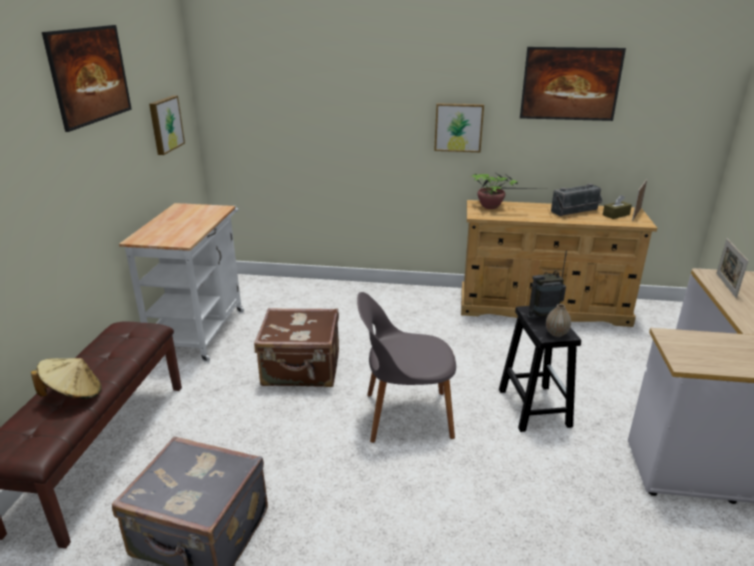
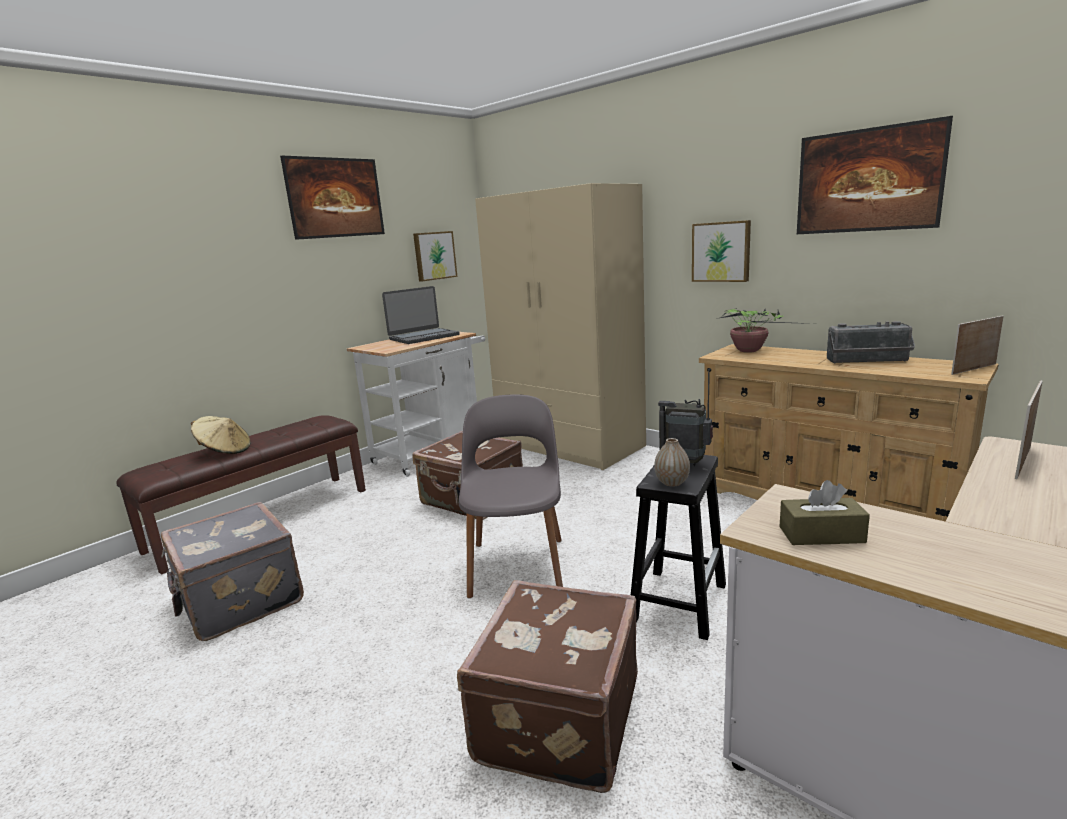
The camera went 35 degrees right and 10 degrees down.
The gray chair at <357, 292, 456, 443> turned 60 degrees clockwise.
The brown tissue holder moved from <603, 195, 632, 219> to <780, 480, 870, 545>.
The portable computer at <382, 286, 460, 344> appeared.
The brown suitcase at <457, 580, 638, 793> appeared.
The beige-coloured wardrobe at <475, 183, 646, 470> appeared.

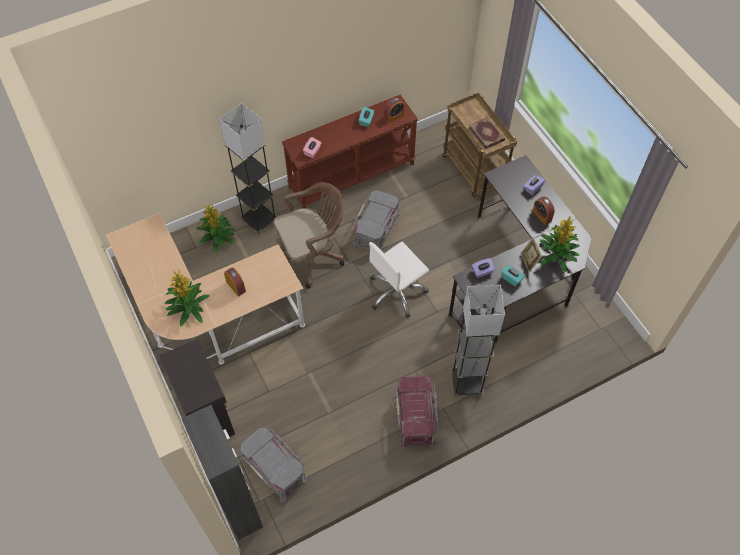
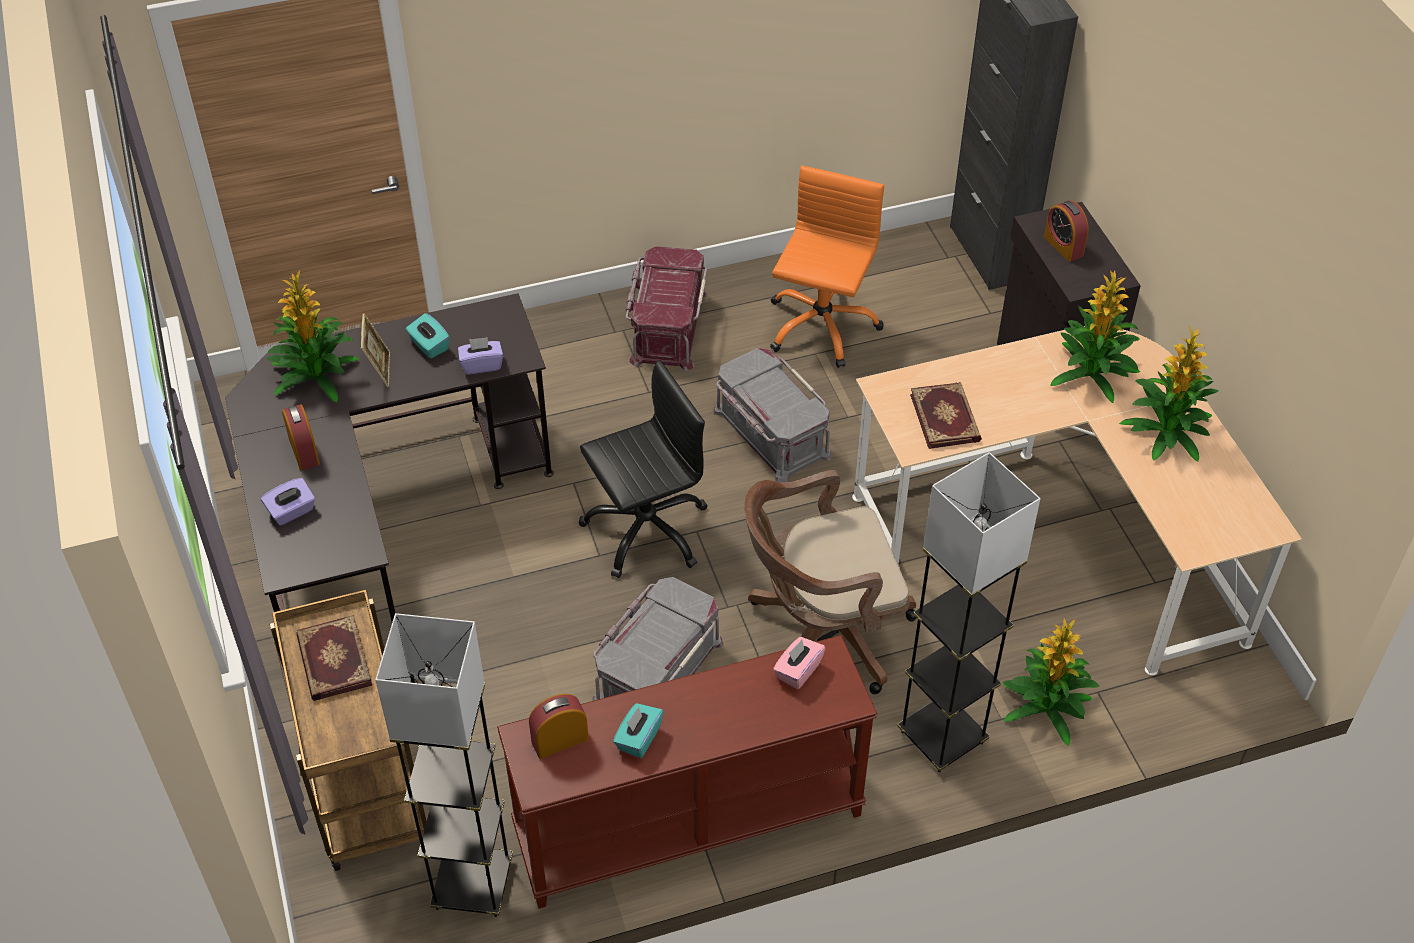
The camera went 170 degrees left and 10 degrees down.
The alarm clock moved from <224, 267, 246, 297> to <1044, 200, 1089, 262>.
The gray storage container moved from <240, 428, 308, 503> to <713, 348, 832, 482>.
The white office chair at <369, 241, 429, 318> became the black-coloured office chair at <579, 360, 708, 578>.
The gray floor lamp moved from <451, 285, 505, 396> to <375, 613, 513, 917>.
The orangey office chair at <770, 166, 884, 368> appeared.
The book at <910, 382, 982, 449> appeared.
The houseplant at <1119, 326, 1219, 462> appeared.

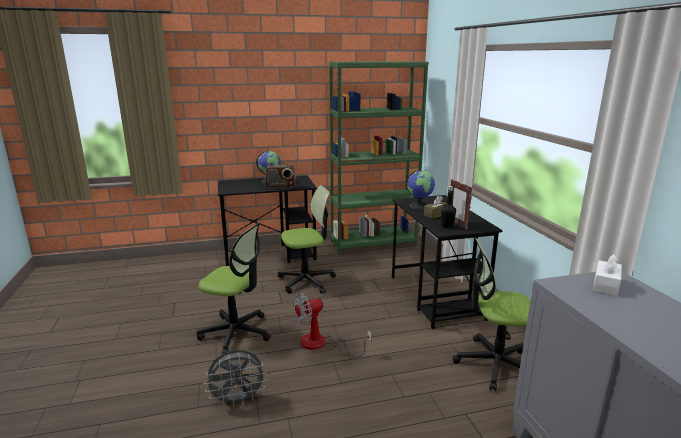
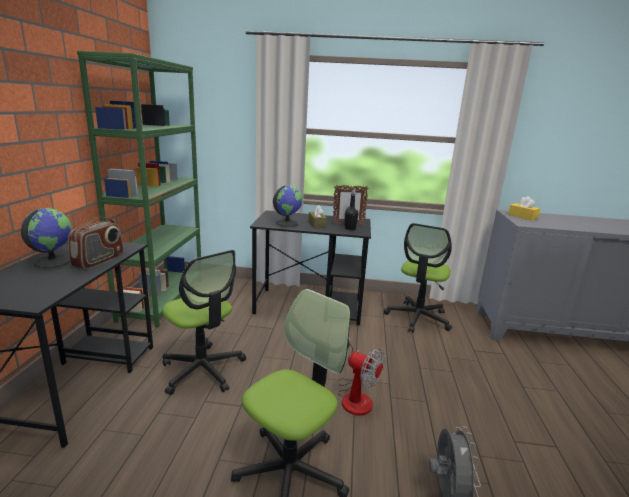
The camera went 70 degrees left and 0 degrees up.
The office chair at <278, 185, 336, 294> turned 135 degrees clockwise.
The electric fan at <293, 293, 372, 357> turned 45 degrees counterclockwise.
The white tissue holder at <593, 254, 622, 296> became the yellow tissue holder at <508, 196, 540, 220>.

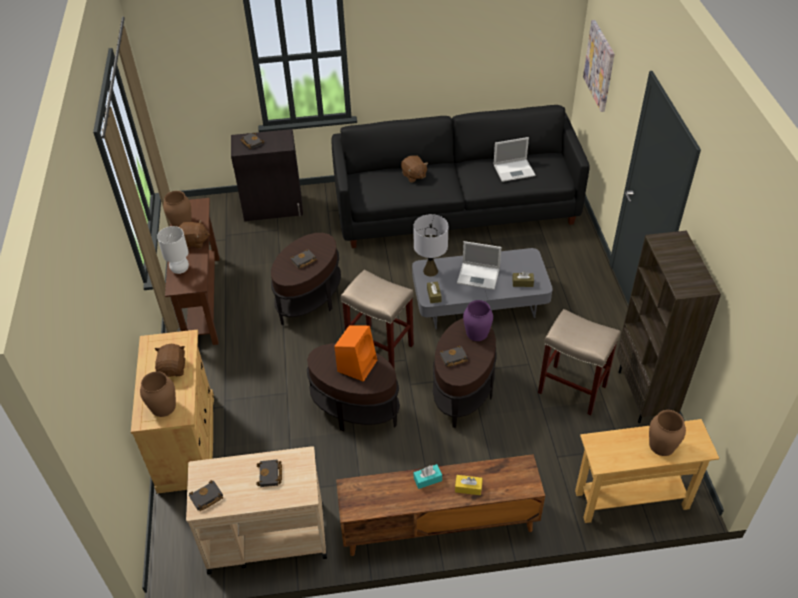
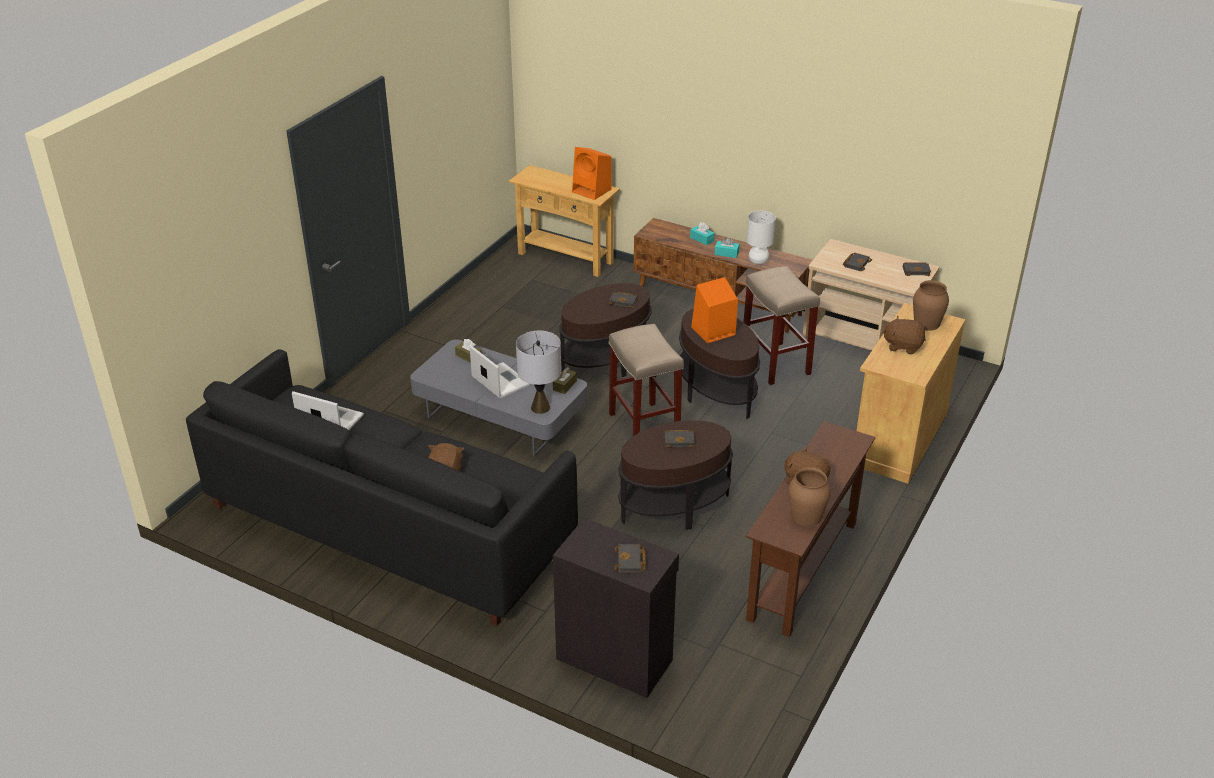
The camera went 145 degrees left and 10 degrees down.
The brown cuddly toy at <154, 344, 185, 377> turned 75 degrees clockwise.
The white lamp for a table moved from <157, 226, 189, 274> to <746, 211, 776, 265>.
The yellow tissue holder at <455, 475, 482, 495> became the turquoise-coloured tissue holder at <690, 222, 715, 245>.
The purple flower vase at <463, 300, 493, 341> disappeared.
The beige-coloured stool seat moved from <538, 309, 621, 415> to <743, 266, 820, 385>.
The picture at <583, 20, 615, 112> disappeared.
The brown bookcase at <617, 230, 721, 423> disappeared.
The brown flower vase at <649, 410, 686, 456> disappeared.
The orangey speaker at <572, 147, 612, 200> appeared.

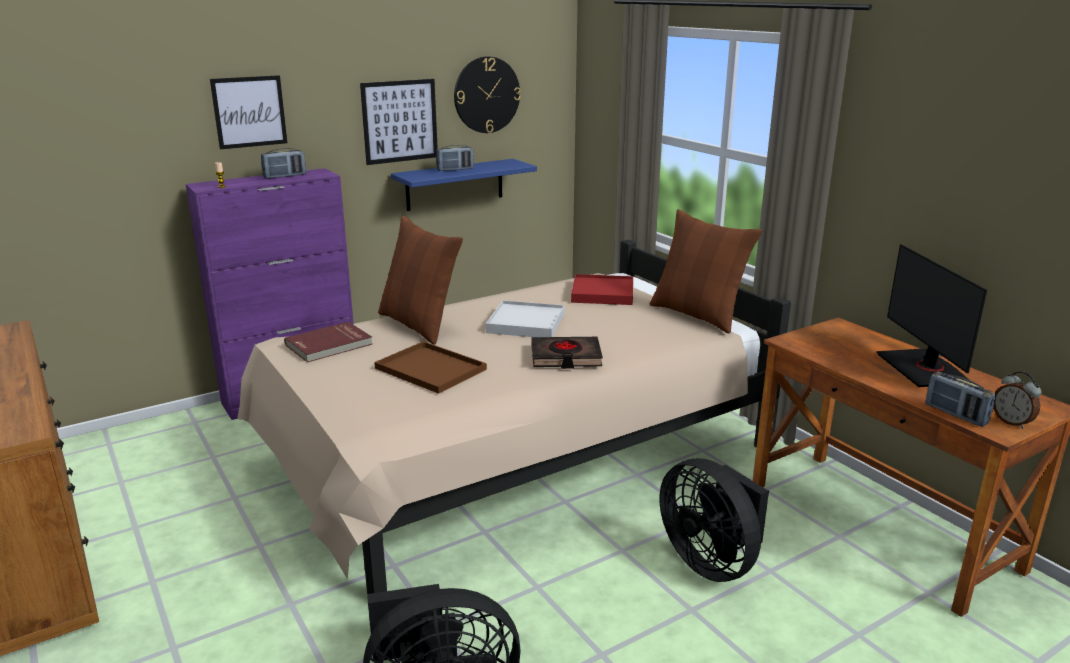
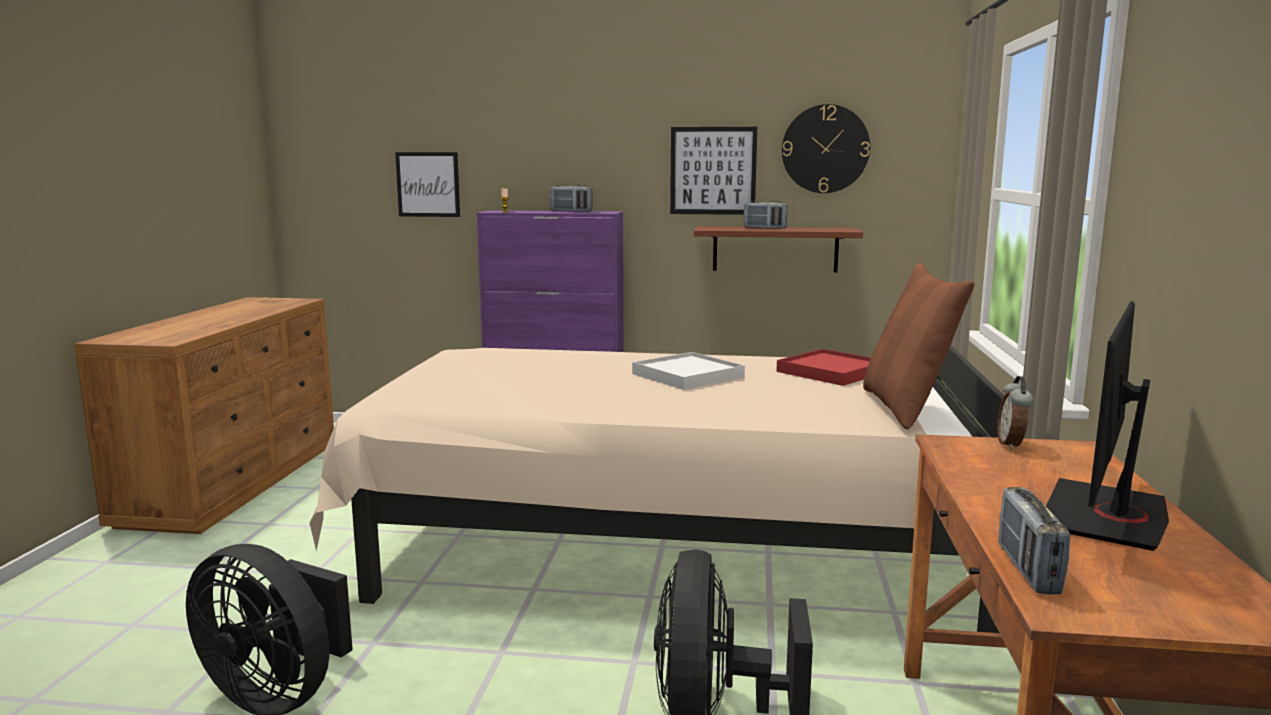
The camera went 40 degrees right and 10 degrees down.
The picture moved from <210, 75, 287, 149> to <395, 152, 460, 217>.
The red book at <284, 322, 372, 362> disappeared.
The brown carrying tray at <374, 341, 487, 394> disappeared.
The brown pillow at <378, 216, 463, 345> disappeared.
The blue-coloured bracket shelf at <391, 159, 537, 211> became the brown bracket shelf at <694, 226, 863, 273>.
The black-coloured book at <531, 337, 603, 369> disappeared.
The alarm clock moved from <993, 371, 1042, 429> to <998, 376, 1033, 450>.

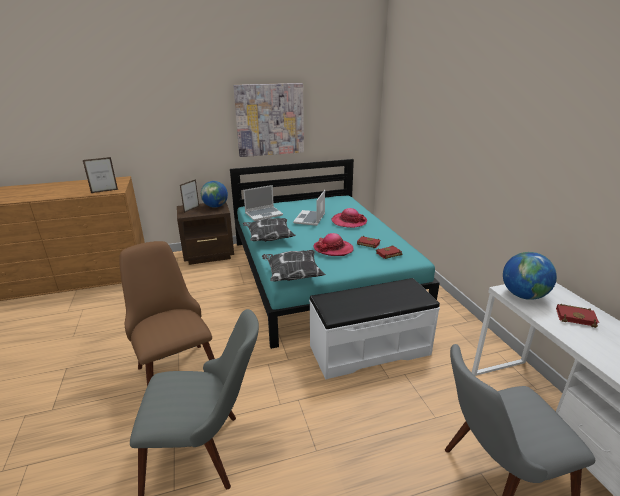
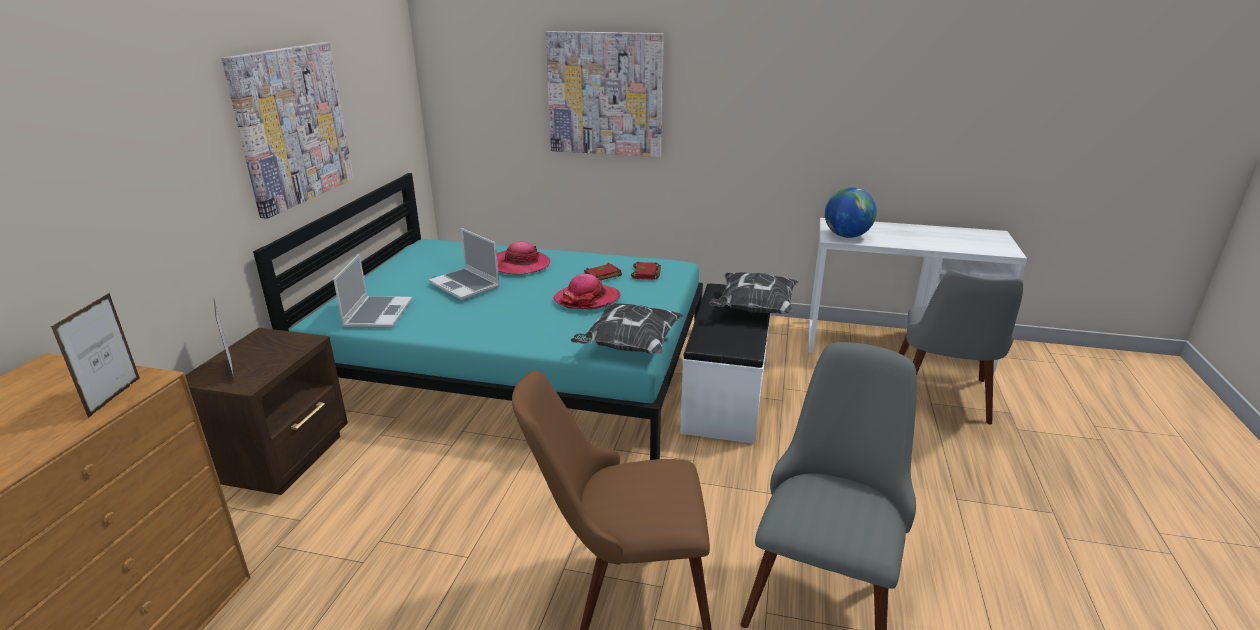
The camera went 60 degrees left and 0 degrees up.
The desk globe at <201, 181, 228, 208> disappeared.
The pillow moved from <243, 218, 296, 242> to <709, 273, 798, 314>.
The red book at <556, 304, 599, 328> disappeared.
The picture at <545, 31, 664, 157> appeared.

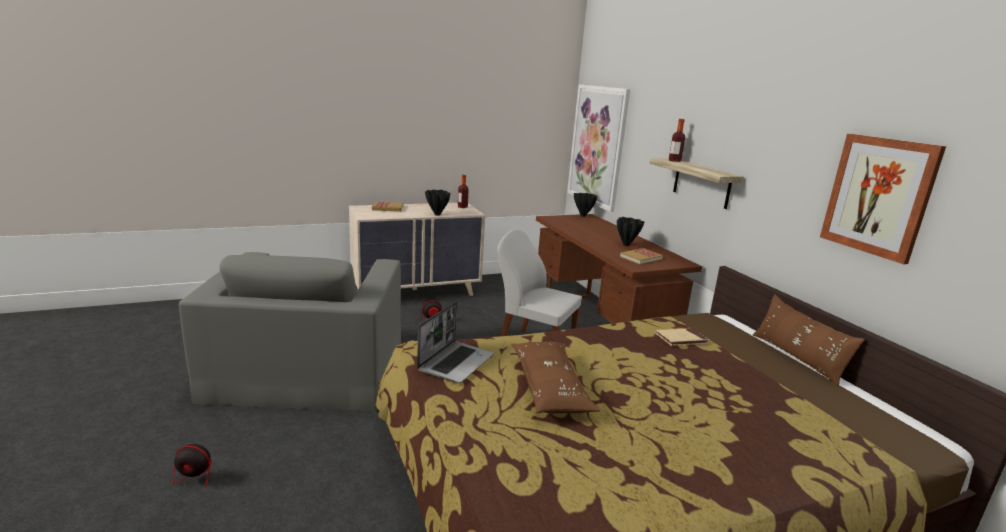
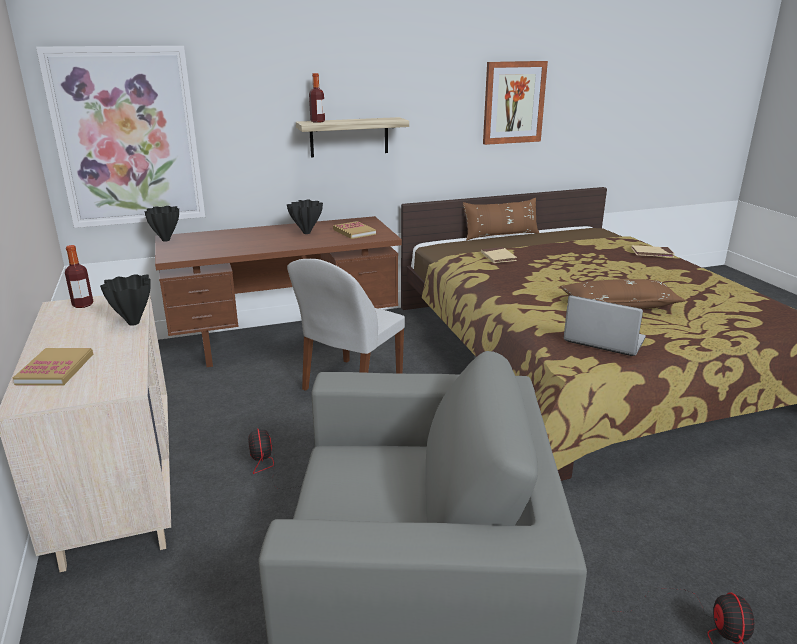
The camera went 85 degrees left and 5 degrees up.
The beige-coloured book at <631, 245, 675, 257> appeared.

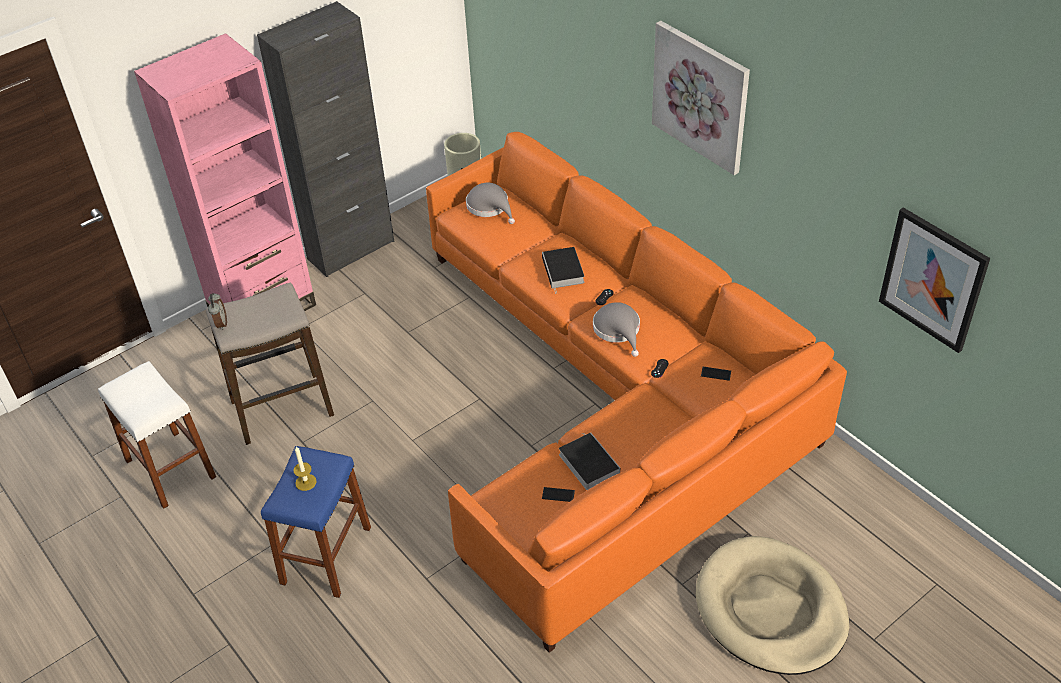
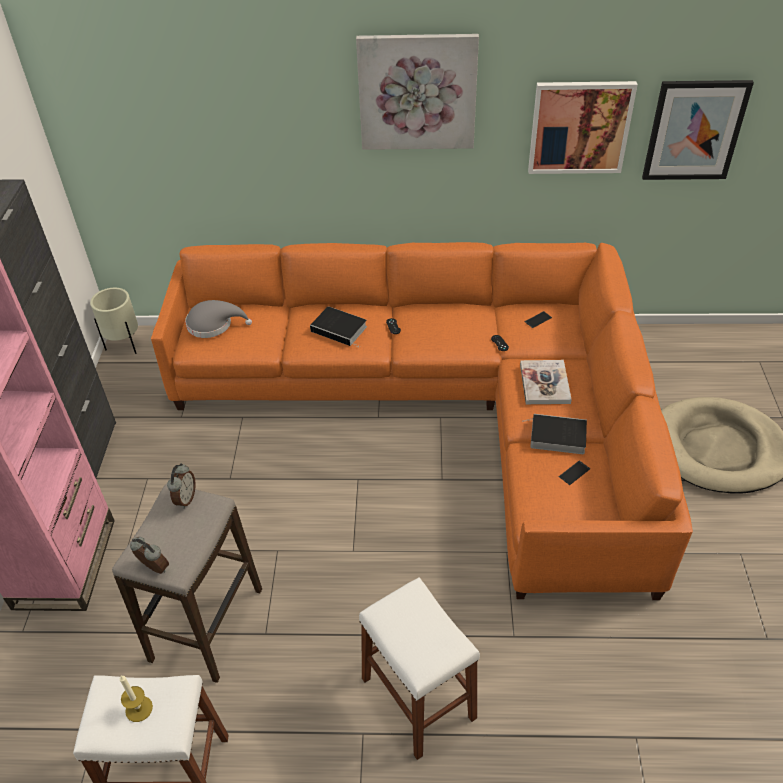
The camera went 50 degrees left and 0 degrees up.
The blue-coloured stool seat at <261, 446, 371, 598> became the white stool seat at <359, 577, 480, 760>.
The candle moved from <293, 446, 317, 491> to <120, 676, 153, 722>.
The gray wearable hat at <593, 302, 640, 357> disappeared.
The alarm clock at <167, 463, 196, 508> appeared.
The book at <520, 360, 572, 404> appeared.
The picture at <528, 81, 638, 174> appeared.

